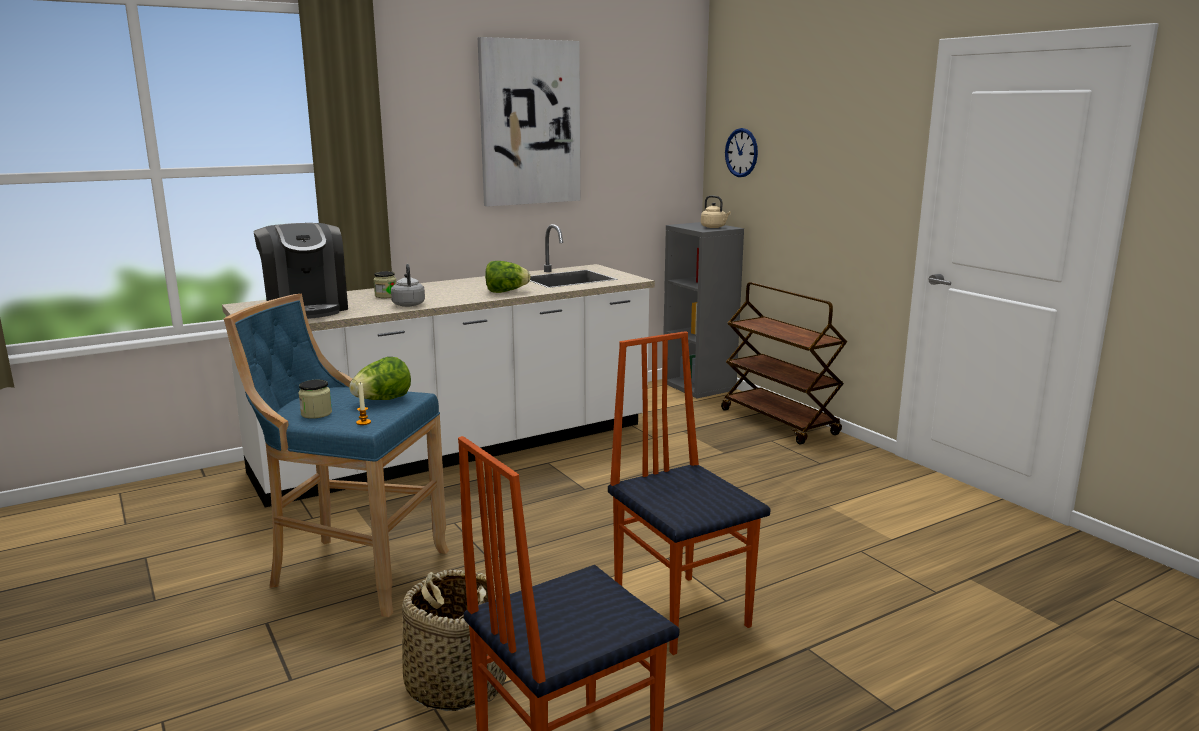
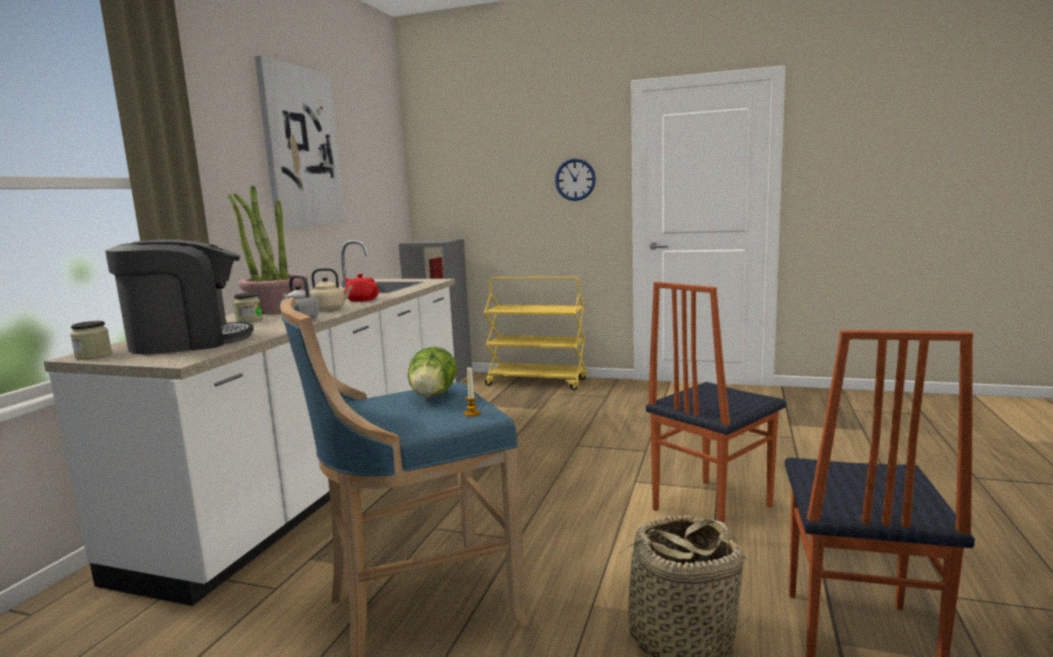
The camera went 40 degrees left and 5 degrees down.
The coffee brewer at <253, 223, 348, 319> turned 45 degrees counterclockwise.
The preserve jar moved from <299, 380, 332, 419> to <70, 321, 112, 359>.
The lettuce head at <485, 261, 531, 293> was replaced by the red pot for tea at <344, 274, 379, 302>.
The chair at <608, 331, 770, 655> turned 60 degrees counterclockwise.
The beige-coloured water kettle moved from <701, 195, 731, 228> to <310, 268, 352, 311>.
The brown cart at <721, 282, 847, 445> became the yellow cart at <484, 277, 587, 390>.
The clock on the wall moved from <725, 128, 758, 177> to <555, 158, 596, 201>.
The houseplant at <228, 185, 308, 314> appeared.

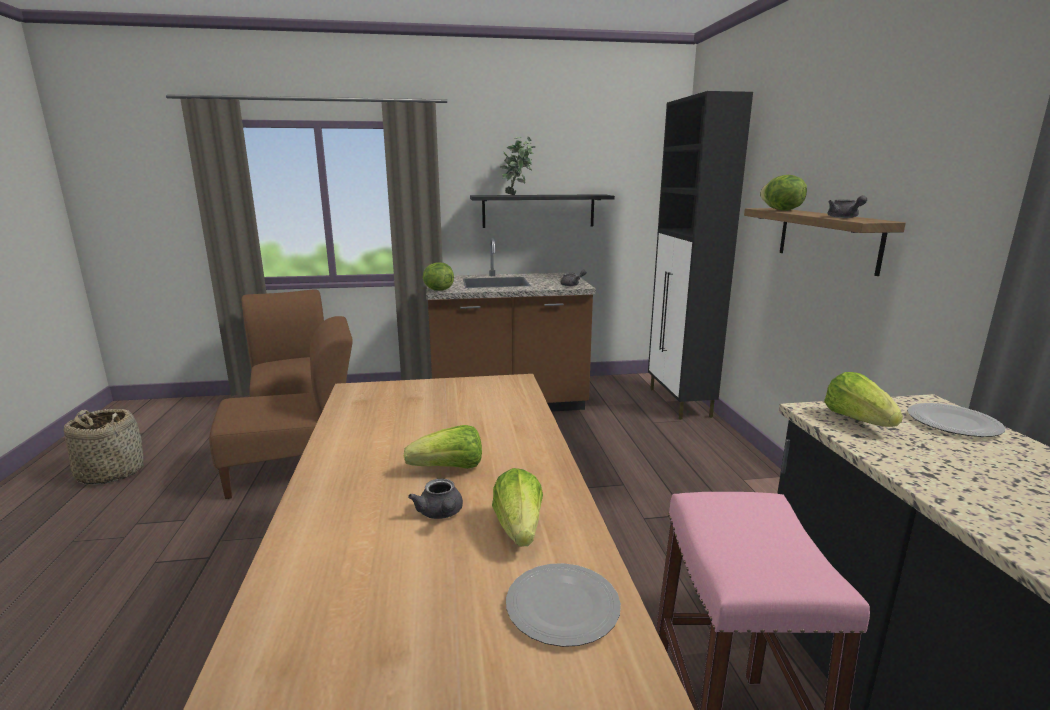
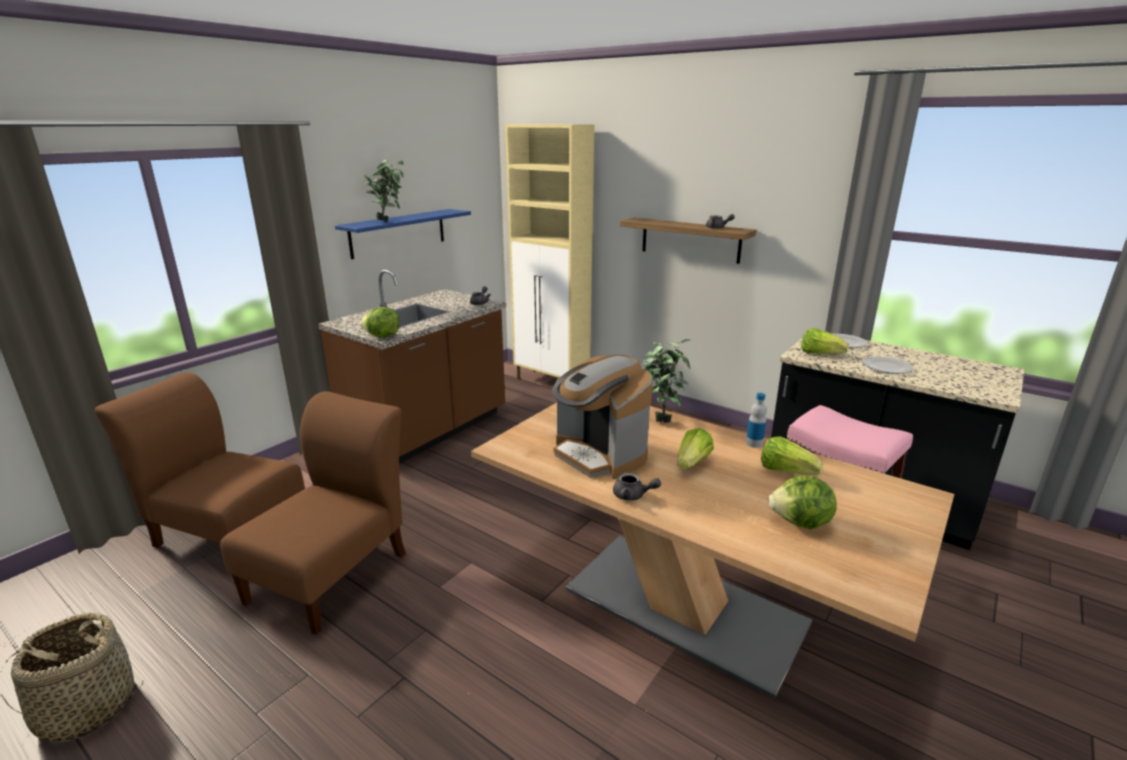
The camera went 45 degrees left and 5 degrees up.
The gray pot for tea moved from <408, 479, 463, 519> to <613, 473, 661, 501>.
The black-coloured bracket shelf at <470, 194, 615, 228> became the blue-coloured bracket shelf at <335, 209, 471, 259>.
The dinner plate moved from <506, 563, 621, 647> to <862, 356, 914, 374>.
The black-coloured cabinet at <648, 91, 753, 420> became the beige-coloured cabinet at <505, 124, 594, 380>.
The lettuce head moved from <760, 175, 807, 211> to <769, 476, 837, 529>.
The coffee brewer at <552, 355, 653, 479> appeared.
The houseplant at <643, 339, 691, 423> appeared.
The bottle at <746, 393, 767, 448> appeared.

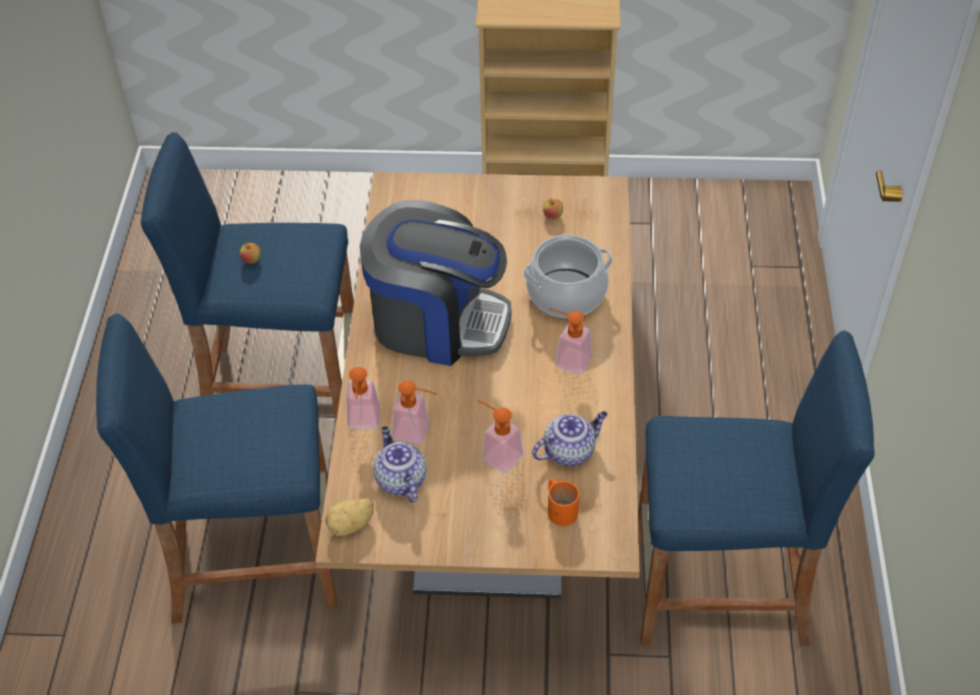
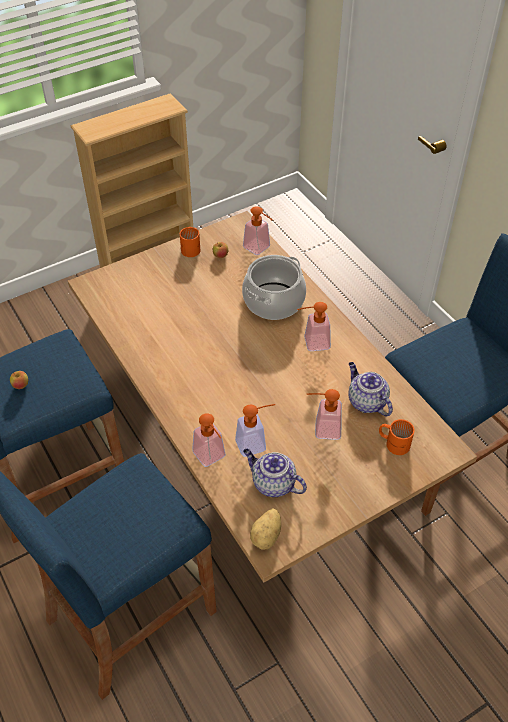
The camera went 35 degrees left and 0 degrees up.
The coffee brewer at <360, 200, 512, 366> disappeared.
The pot for tea at <532, 411, 608, 466> turned 60 degrees counterclockwise.
The orangey mug at <180, 227, 201, 257> appeared.
The liquid soap bottle at <243, 206, 272, 255> appeared.

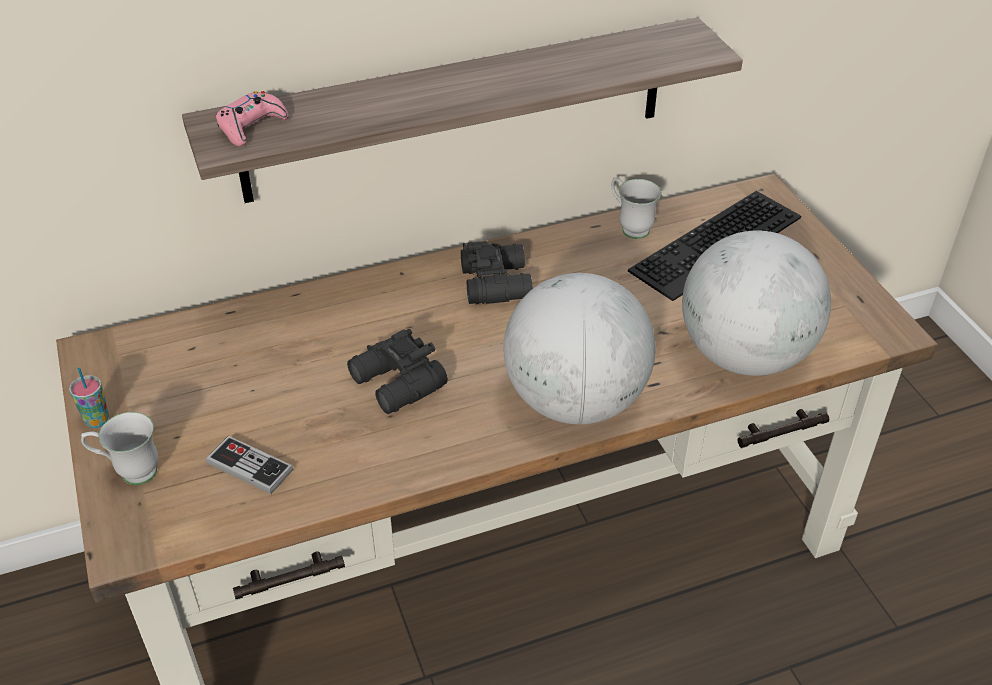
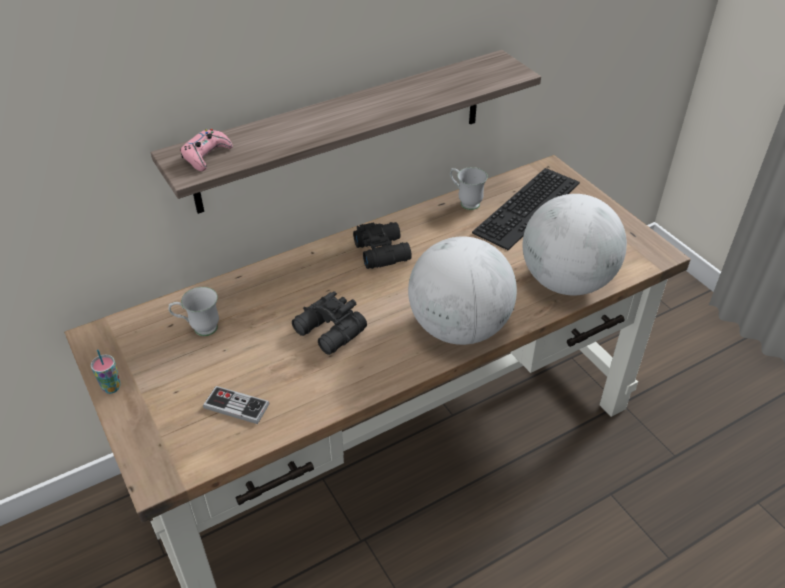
The camera went 10 degrees left and 0 degrees up.
The white mug moved from <81, 412, 158, 485> to <168, 287, 219, 336>.

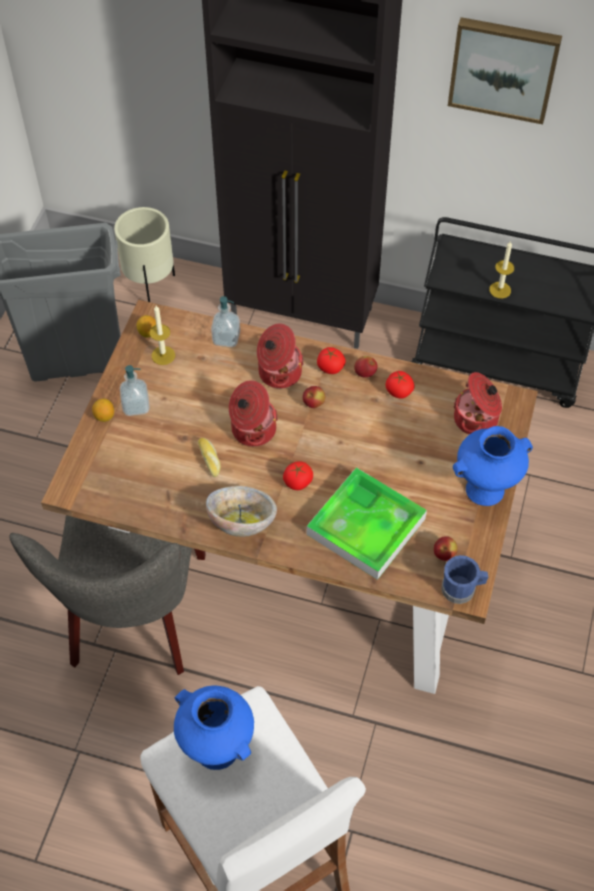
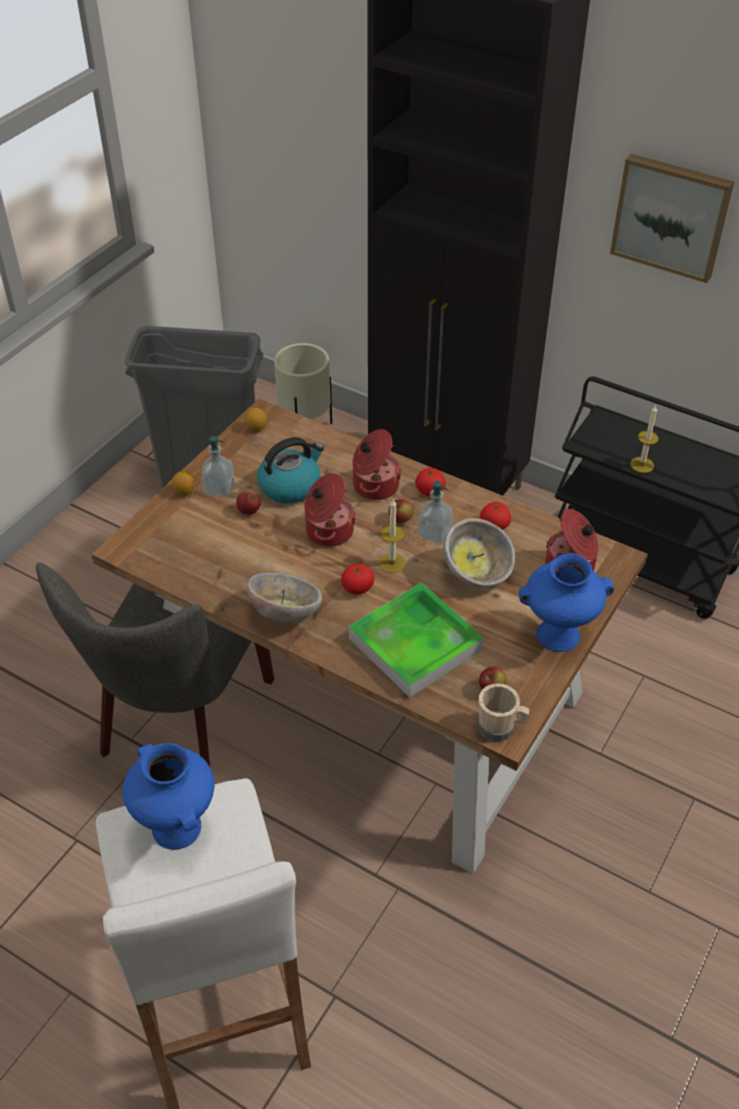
The camera went 15 degrees right and 10 degrees down.
The candle moved from <150, 306, 175, 365> to <378, 498, 406, 573>.
The bread at <198, 438, 221, 477> disappeared.
The liquid soap bottle moved from <211, 296, 240, 347> to <418, 481, 453, 544>.
The apple fruit moved from <354, 356, 377, 378> to <236, 491, 261, 515>.
The blue-coloured mug at <441, 555, 488, 604> became the beige-coloured mug at <477, 684, 529, 741>.
The water kettle at <257, 437, 324, 504> appeared.
The serving bowl at <443, 518, 515, 588> appeared.

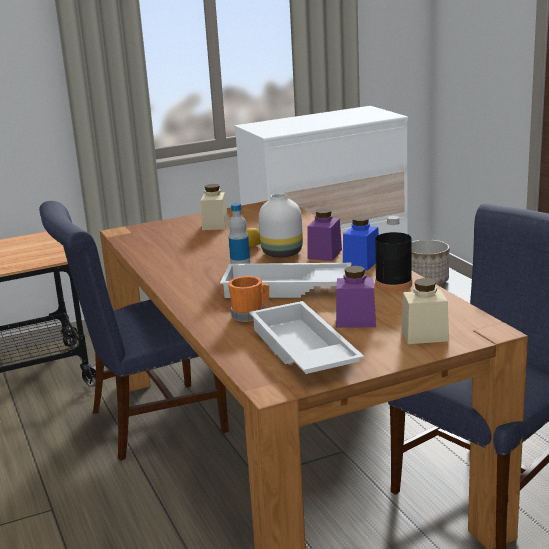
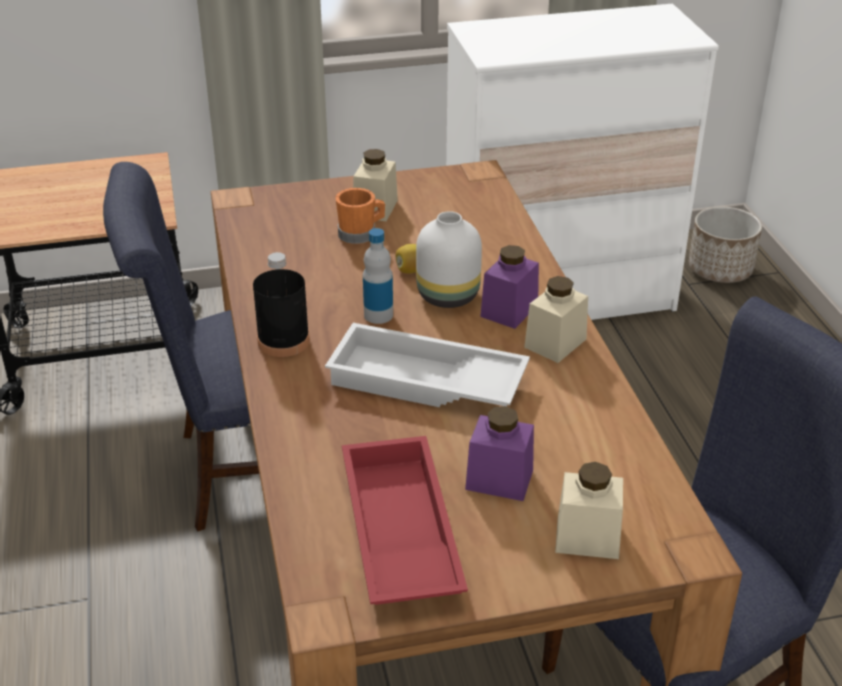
The camera went 10 degrees right and 15 degrees up.
The orangey mug moved from <228, 276, 269, 322> to <335, 188, 385, 244>.
The white carrying tray at <249, 301, 364, 374> became the red carrying tray at <342, 436, 468, 605>.
The blue-coloured preserve jar at <343, 216, 379, 271> became the beige-coloured preserve jar at <524, 276, 588, 363>.
The black-coloured bottle moved from <375, 216, 412, 292> to <253, 252, 310, 357>.

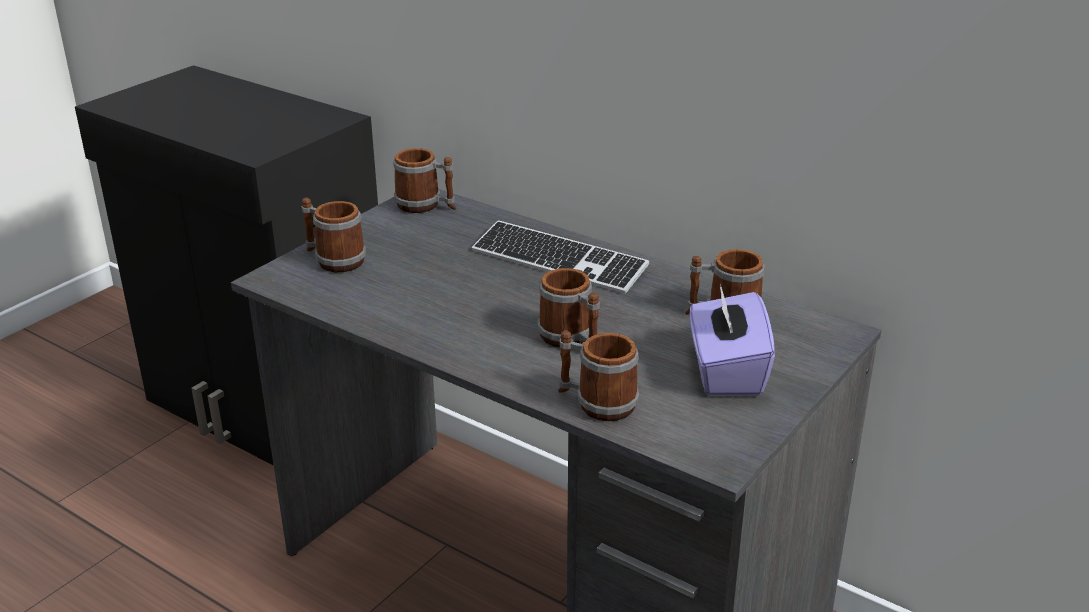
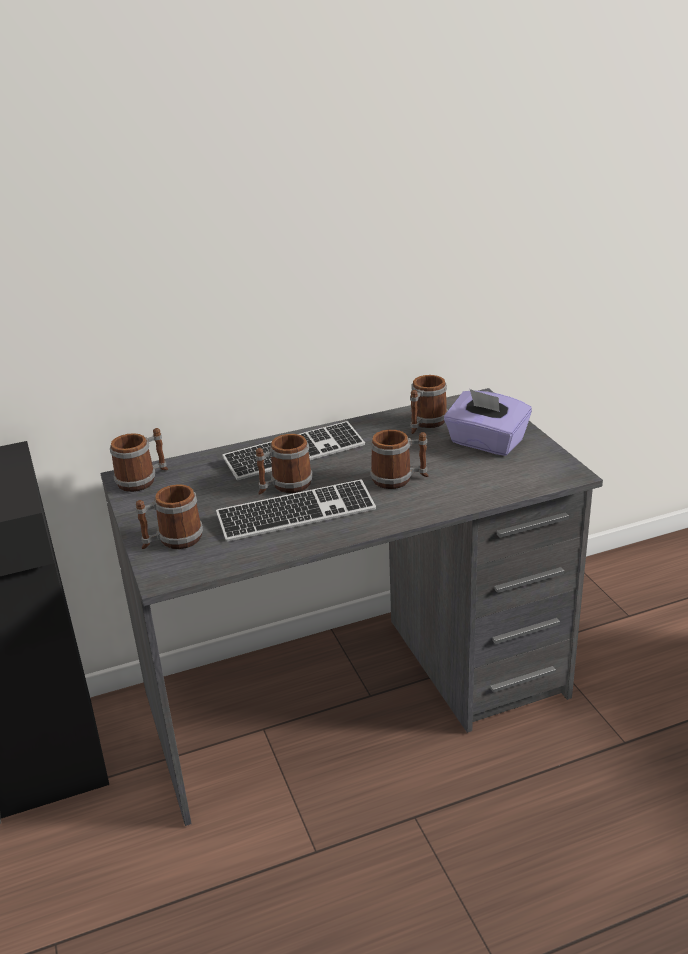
The camera went 55 degrees left and 0 degrees up.
The mug moved from <558, 331, 639, 421> to <256, 434, 313, 495>.
The keyboard at <216, 479, 376, 542> appeared.

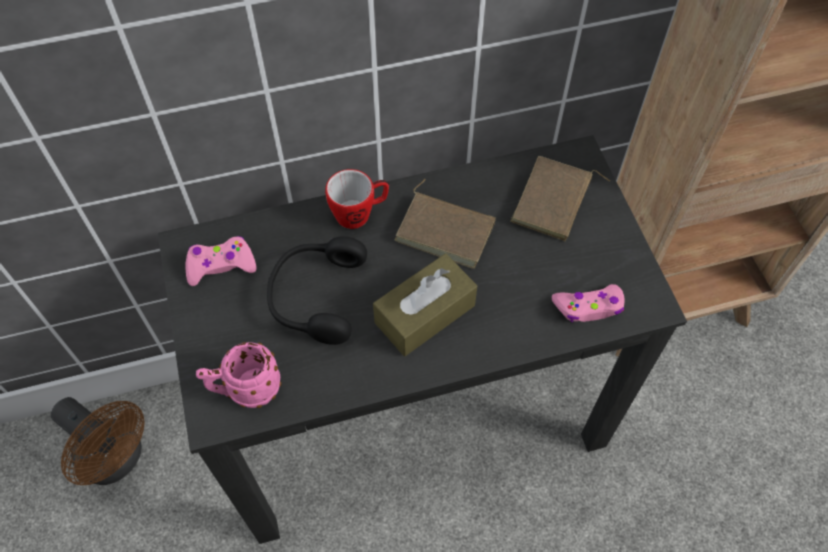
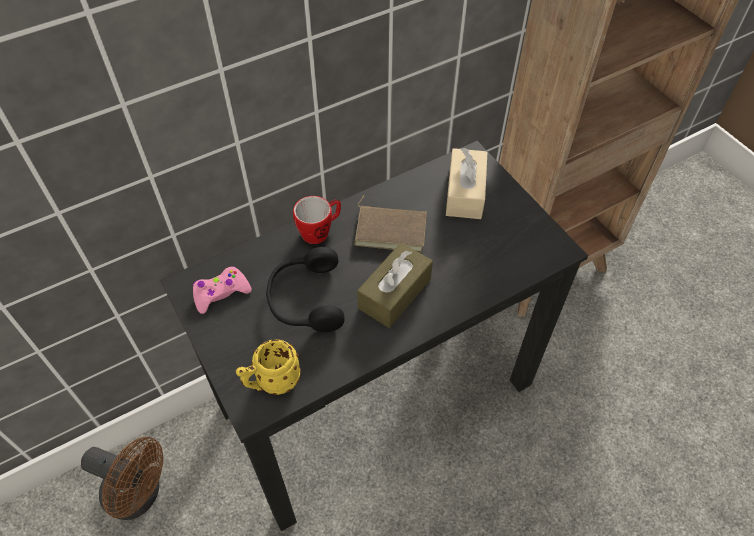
The camera went 15 degrees left and 5 degrees down.
The pink-coloured mug at <196, 342, 281, 408> became the yellow mug at <236, 339, 301, 395>.
The brown book at <510, 156, 610, 241> was replaced by the beige-coloured tissue holder at <446, 148, 487, 219>.
The pink-coloured game controller at <552, 284, 624, 322> disappeared.

